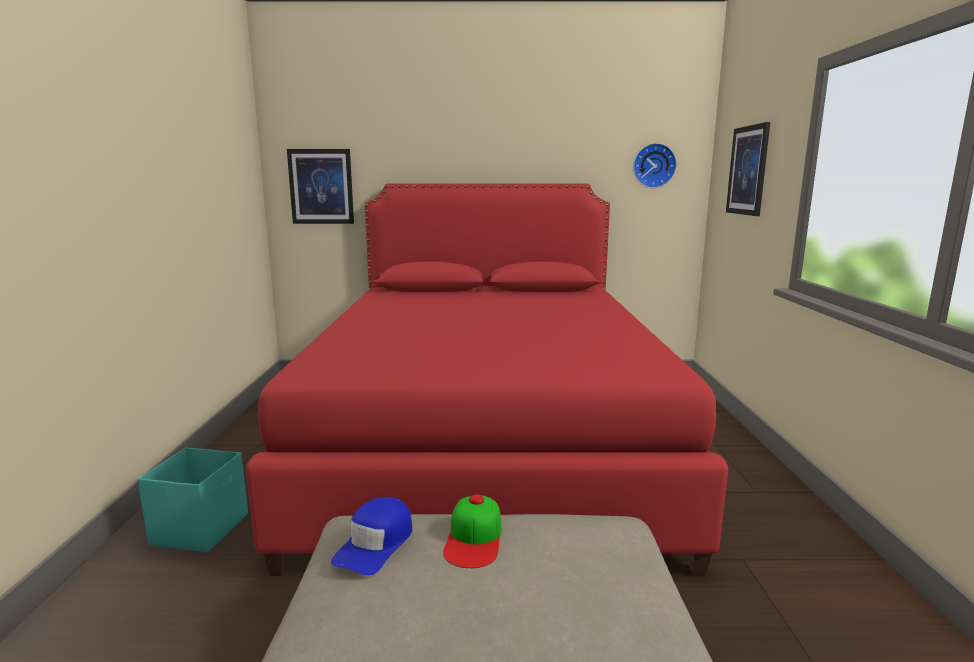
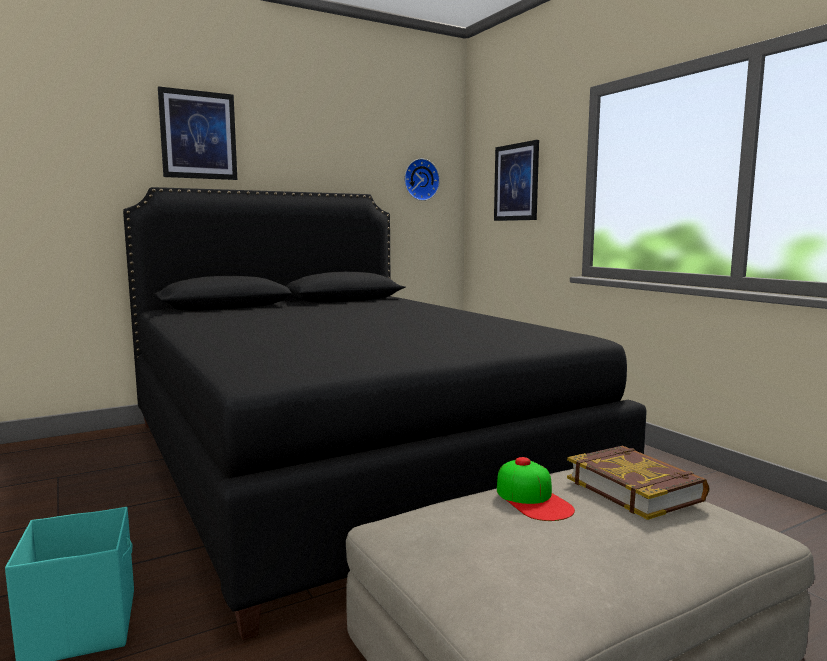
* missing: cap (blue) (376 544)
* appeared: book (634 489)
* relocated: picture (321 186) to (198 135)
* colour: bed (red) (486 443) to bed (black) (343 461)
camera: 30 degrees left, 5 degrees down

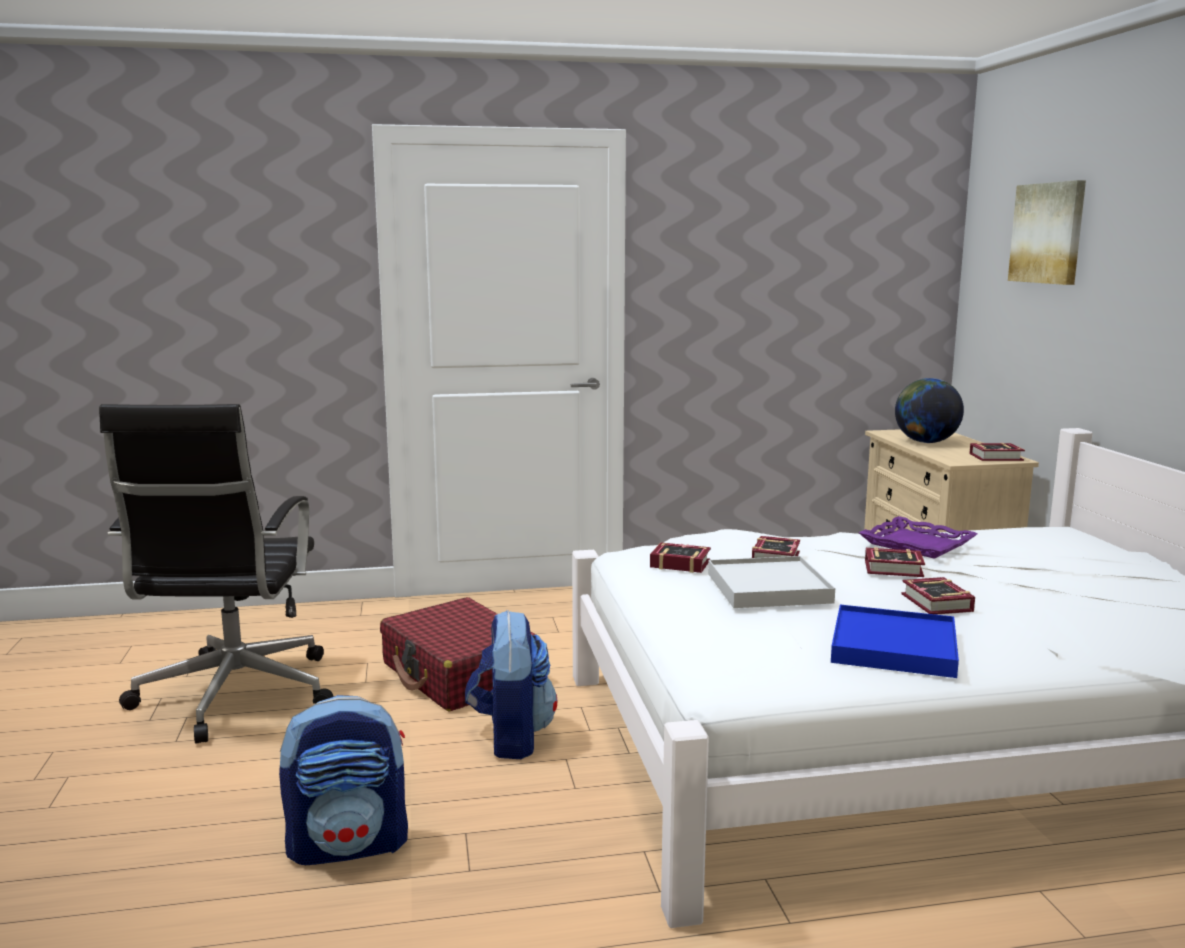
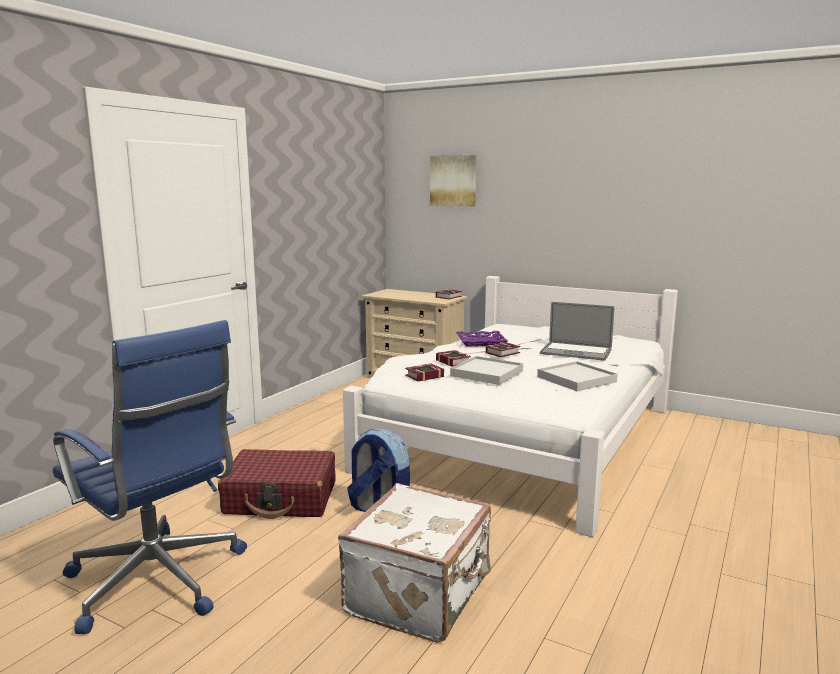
* missing: globe (925 442)
* missing: book (936 604)
* appeared: laptop (576 352)
* exchanged: backpack (349 845) to suitcase (white) (421 595)
* colour: office chair (black) (233 697) to office chair (blue) (158 581)
* colour: tray (blue) (894 647) to tray (white) (576 379)
camera: 50 degrees left, 0 degrees up

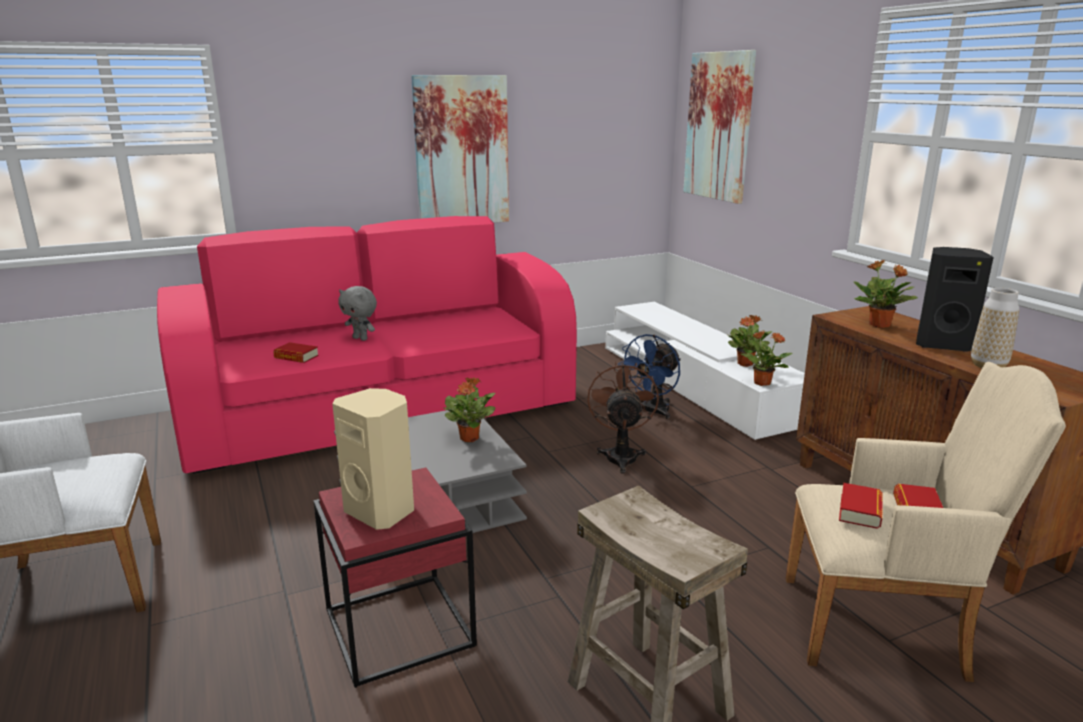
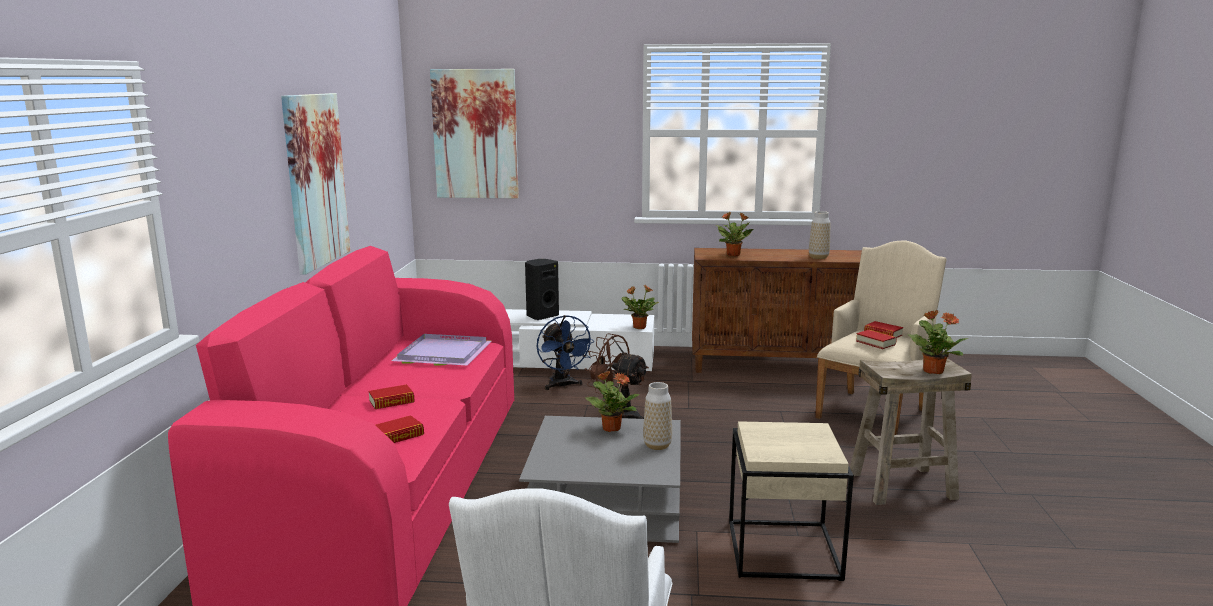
* missing: speaker (beige) (382 511)
* appeared: tray (purple) (445 353)
* appeared: vase (657 445)
* relocated: potted plant (745 364) to (932 371)
* relocated: speaker (black) (942 344) to (541 316)
* exchanged: plush toy (grey) (361 338) to book (391 401)
* colour: side table (red) (401 628) to side table (beige) (784 550)
camera: 60 degrees left, 5 degrees down

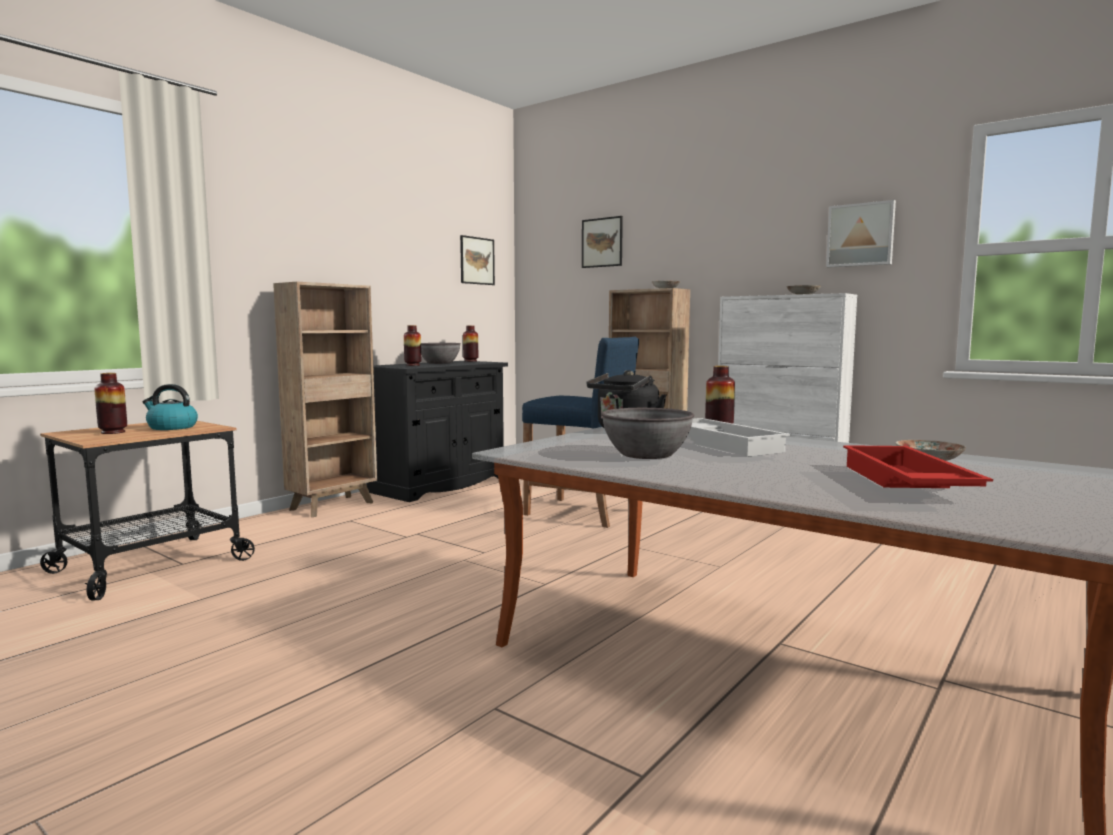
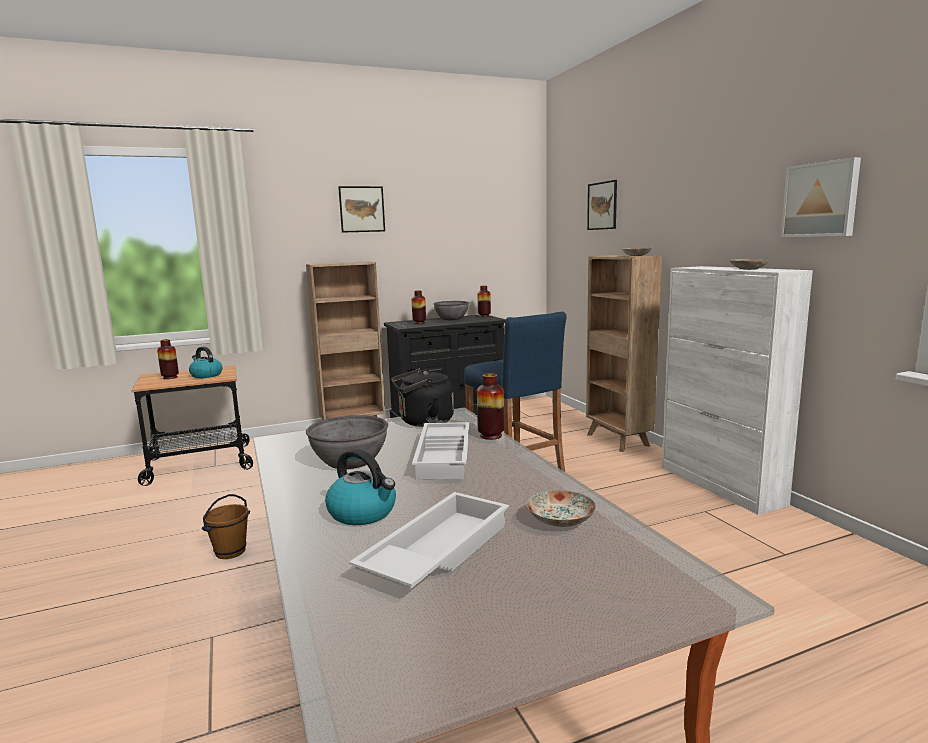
* appeared: bucket (brown) (230 552)
* appeared: kettle (363 513)
* relocated: picture (477 261) to (362 209)
* colour: tray (red) (903 482) to tray (white) (436 551)
camera: 30 degrees right, 5 degrees up

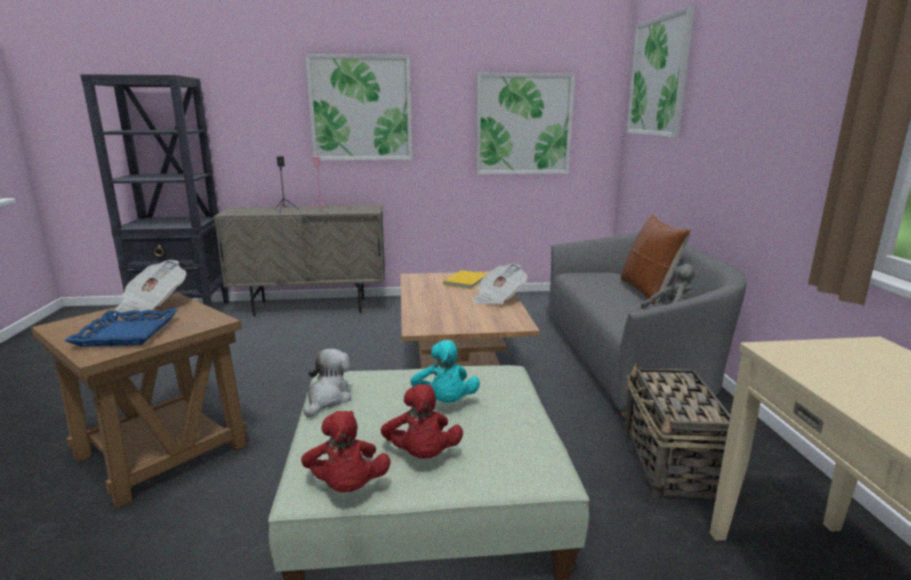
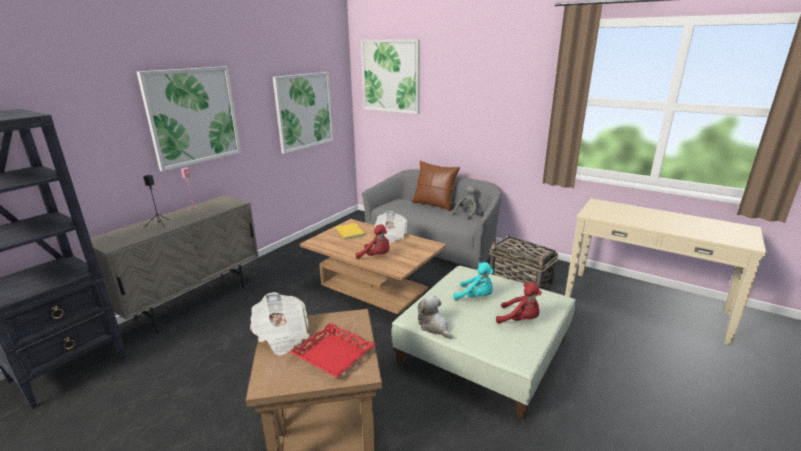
* relocated: plush toy (red) (347 487) to (376 256)
* colour: tray (blue) (126 333) to tray (red) (333 355)
camera: 50 degrees left, 5 degrees up

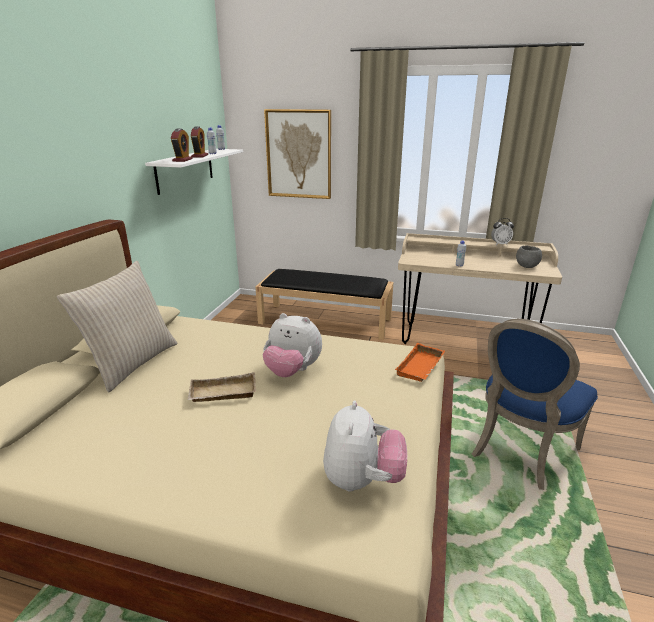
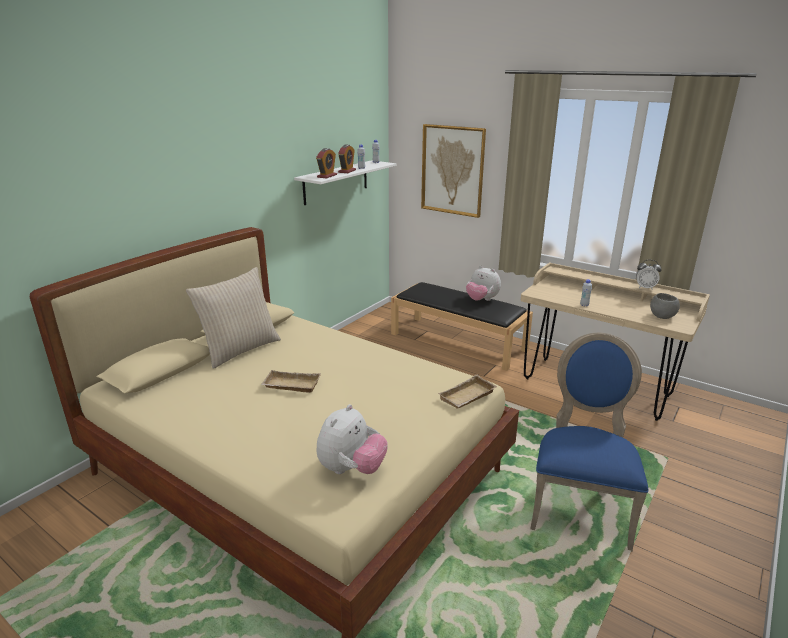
* relocated: plush toy (292 371) to (482 300)
* colour: tray (orange) (421 367) to tray (beige) (468 397)
* spun: chair (blue) (519 452) = (579 505) 135 degrees clockwise
camera: 20 degrees right, 0 degrees up

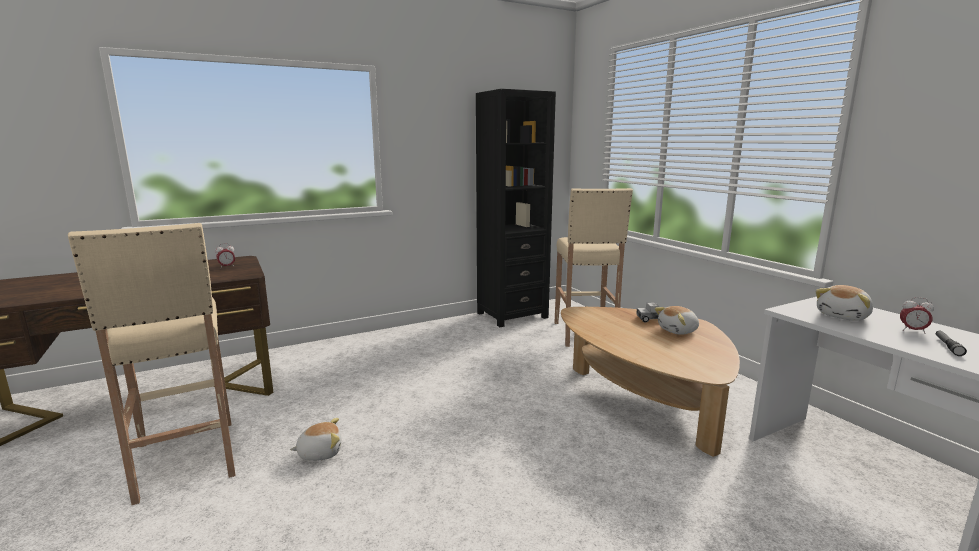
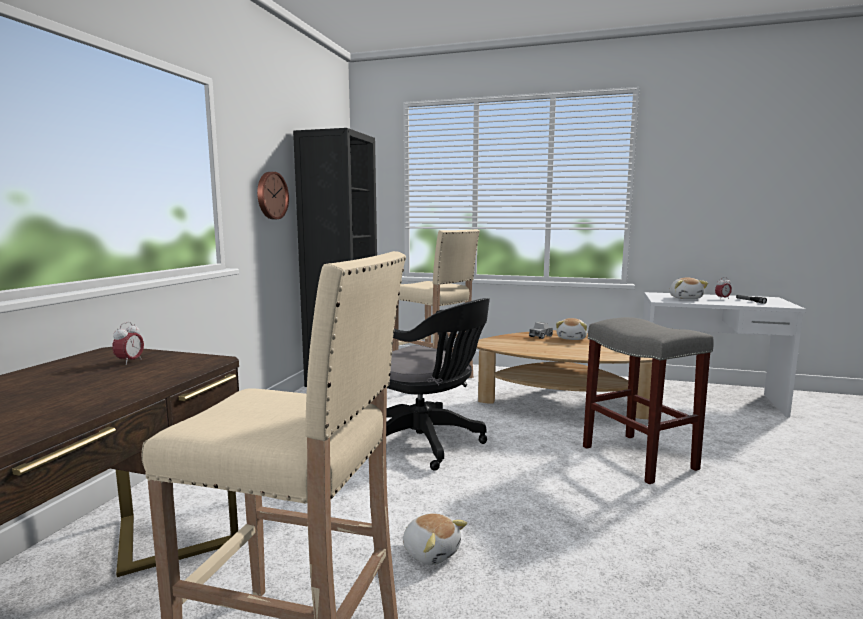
* appeared: wall clock (271 195)
* appeared: office chair (black) (426 443)
* appeared: stool (grey) (637 457)
* spun: plush toy (320 452) = (431 551) 105 degrees clockwise
camera: 45 degrees left, 5 degrees down

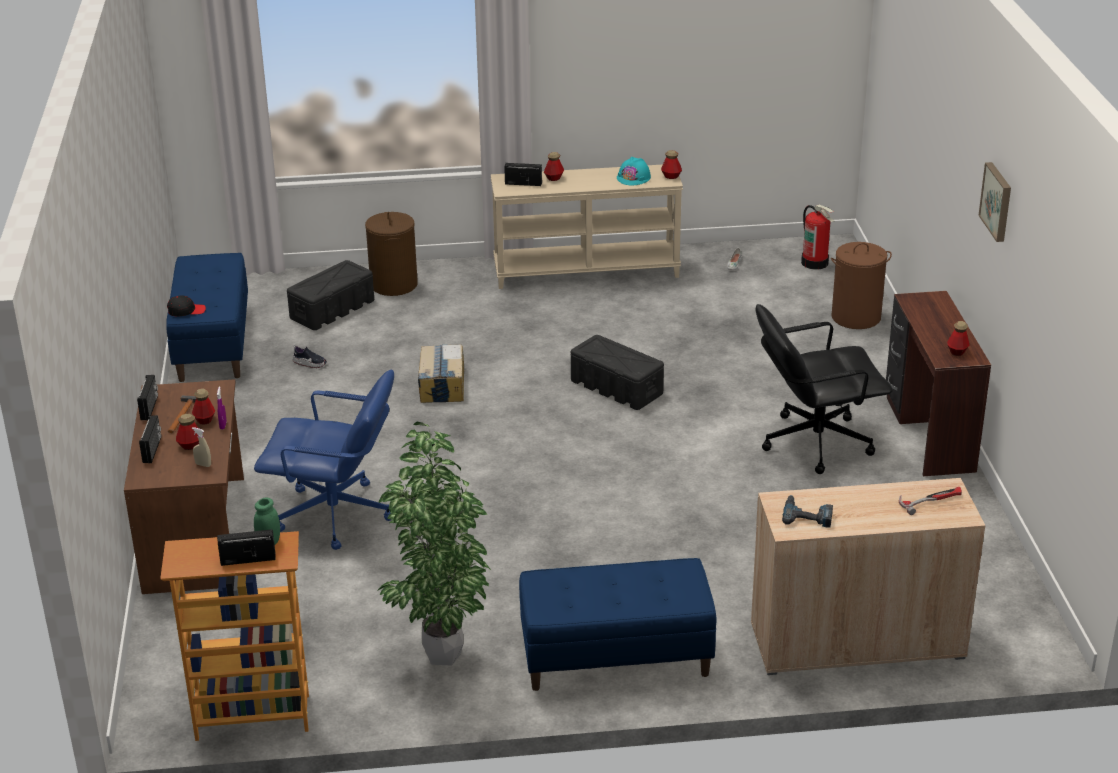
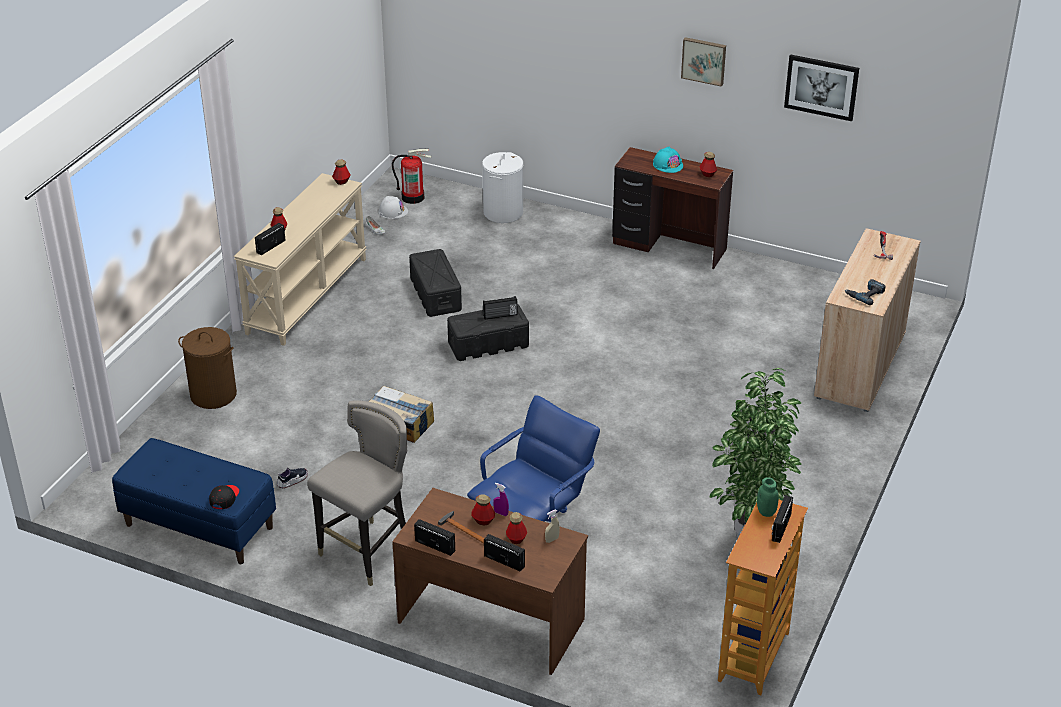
* missing: bench (blue) (615 659)
* missing: office chair (black) (815 442)
* appeared: stool (grey) (368 551)
* appeared: hard hat (white) (393 211)
* appeared: radio (500 315)
* appeared: picture (821 87)
* relocated: storage box (black) (332 309) to (435 294)
* relocated: hard hat (turquoise) (634 177) to (668 164)
* colour: laundry basket (brown) (856 317) to laundry basket (white) (503 212)
camera: 60 degrees left, 5 degrees up

